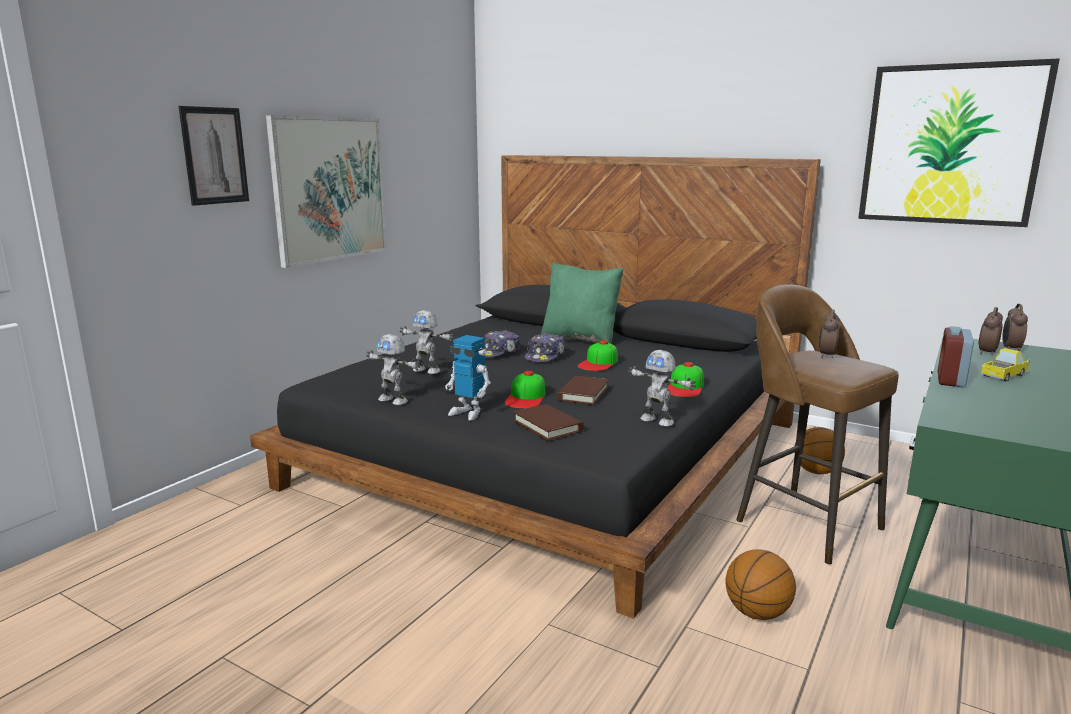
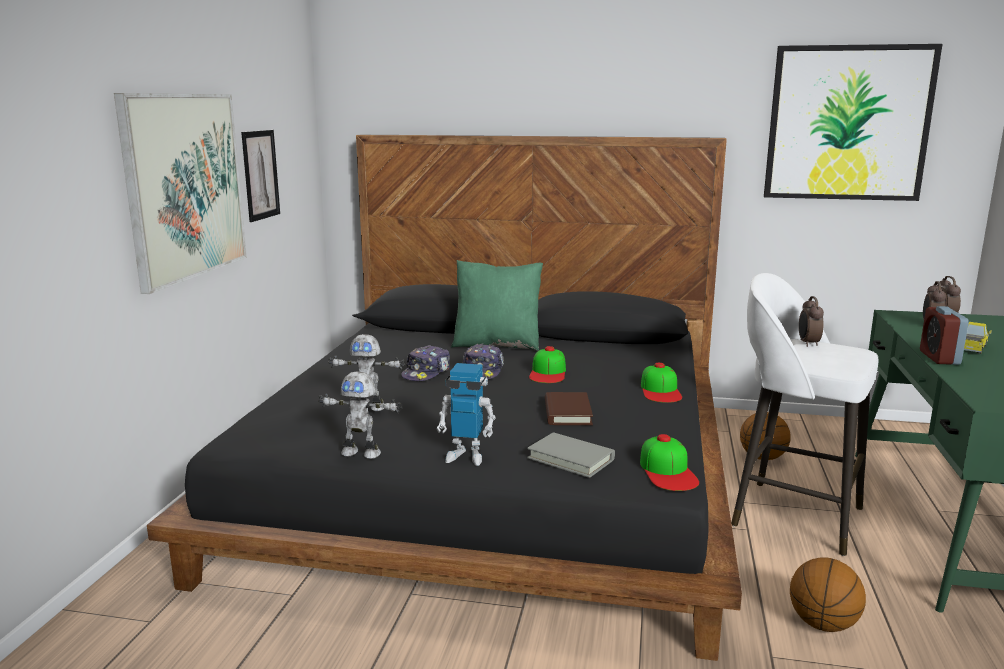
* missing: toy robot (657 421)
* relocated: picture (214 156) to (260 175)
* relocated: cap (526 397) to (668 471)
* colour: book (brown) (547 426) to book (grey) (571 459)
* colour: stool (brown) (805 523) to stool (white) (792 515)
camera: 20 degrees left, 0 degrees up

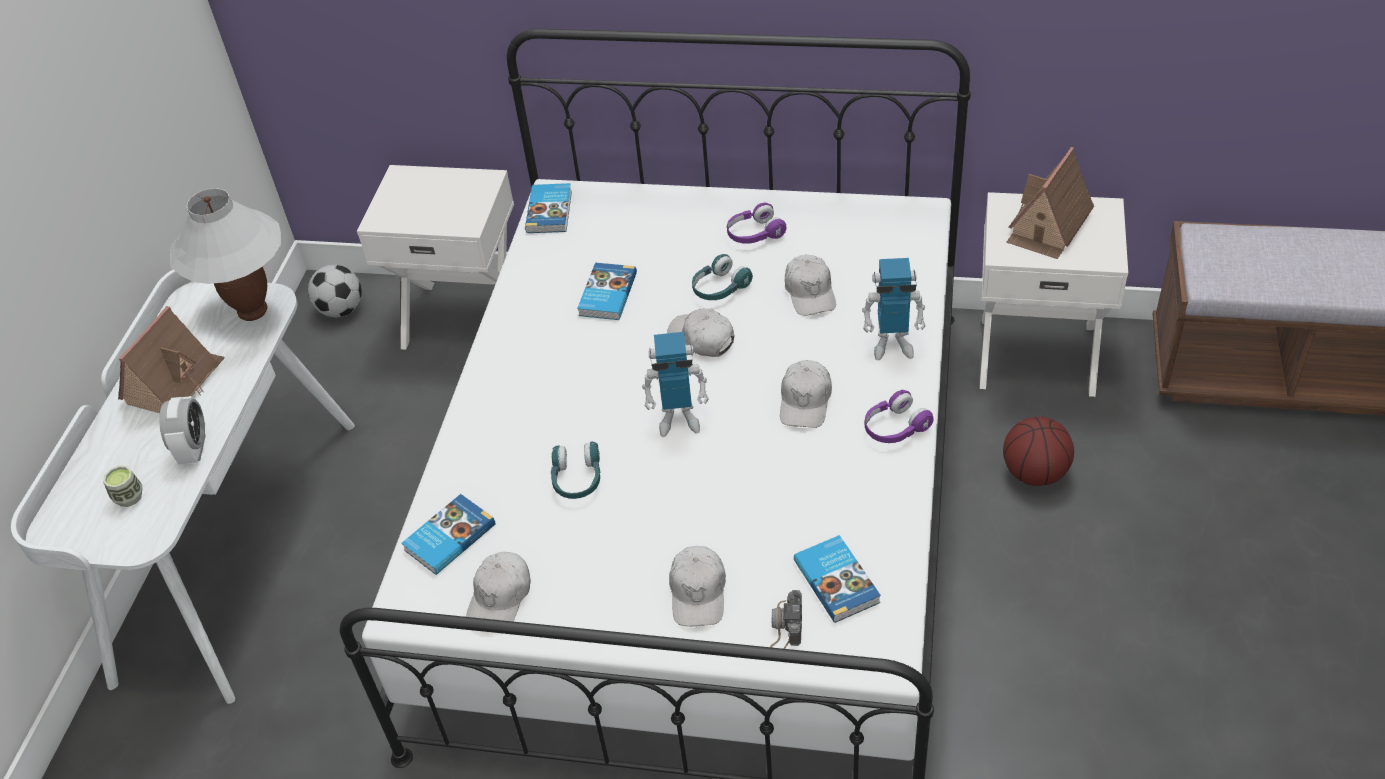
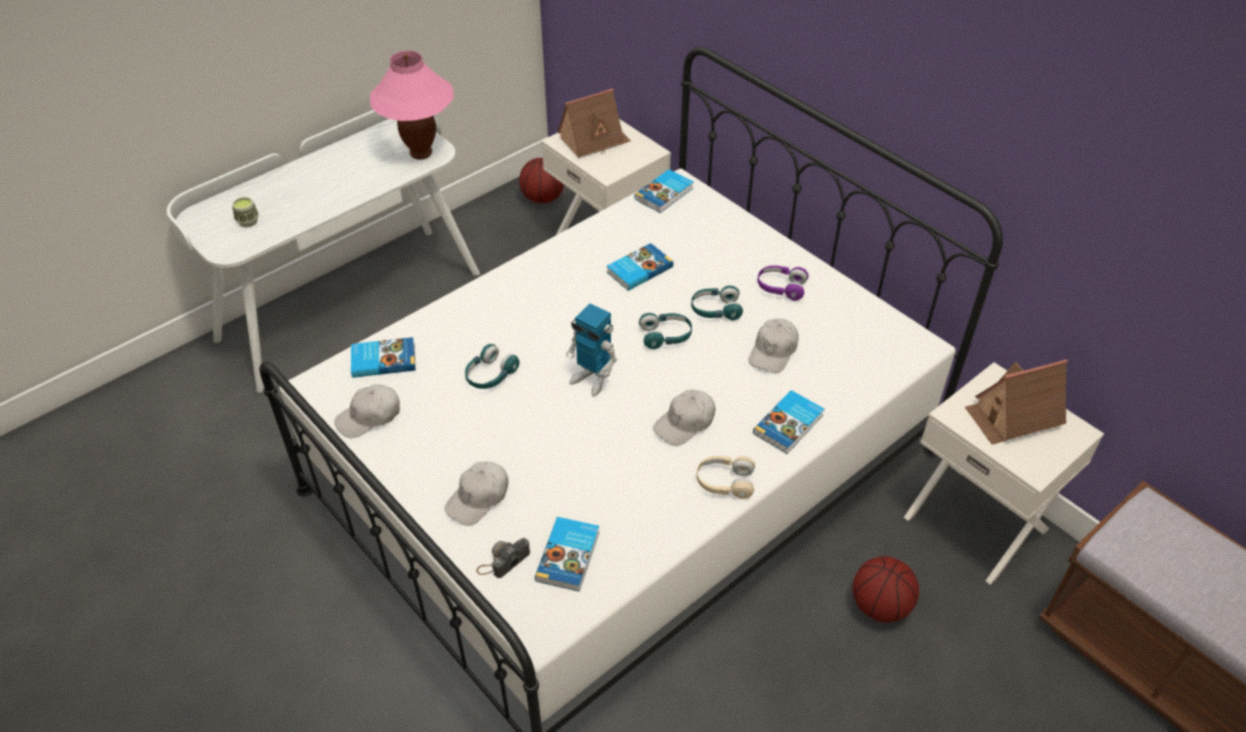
* missing: alarm clock (194 448)
* relocated: toy house (175 382) to (594 140)
* exchanged: football (342 310) to basketball (543 198)
* exchanged: cap (white) (702 338) to headphones (turquoise) (666 336)
* exchanged: toy robot (892 344) to book (789 424)
* colour: table lamp (white) (253 311) to table lamp (pink) (421 153)
* colour: headphones (purple) (895 428) to headphones (beige) (724 482)
camera: 35 degrees right, 0 degrees up

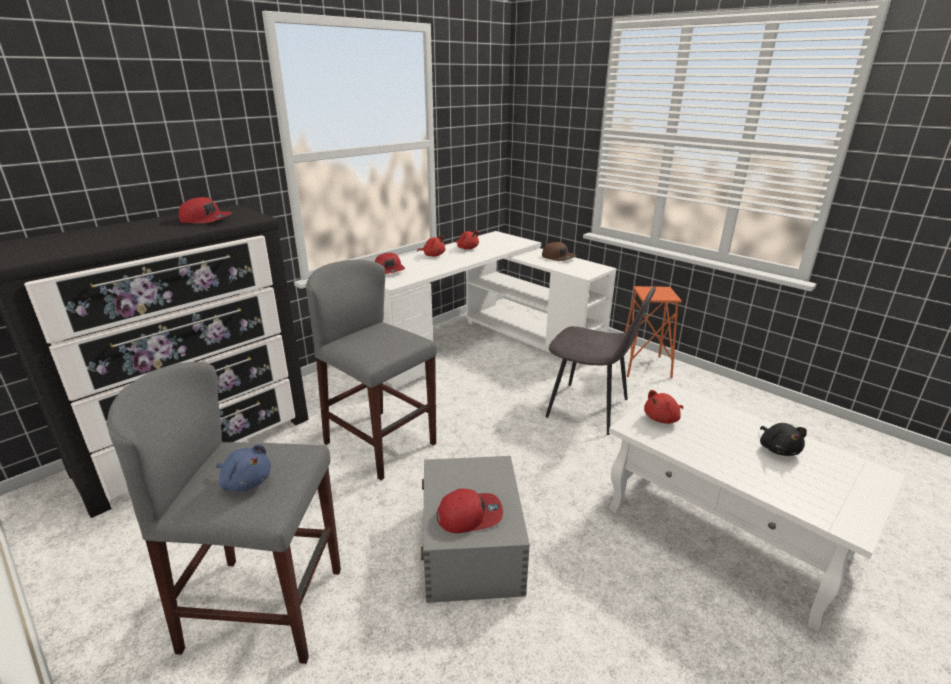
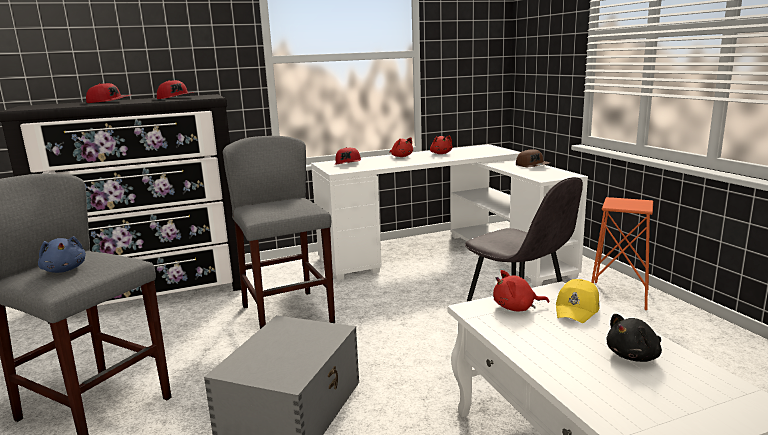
* appeared: cap (yellow) (578 309)
* relocated: cap (red) (469 515) to (110 101)
* spun: plush toy (black) (778 449) = (634 356) 45 degrees clockwise
camera: 25 degrees right, 10 degrees down

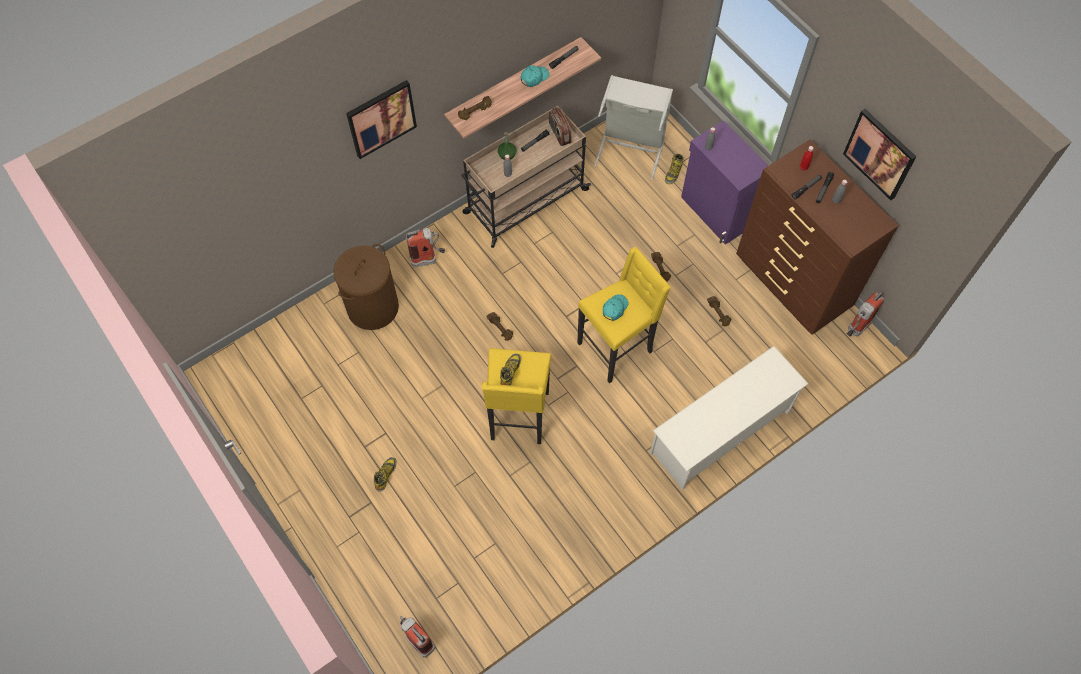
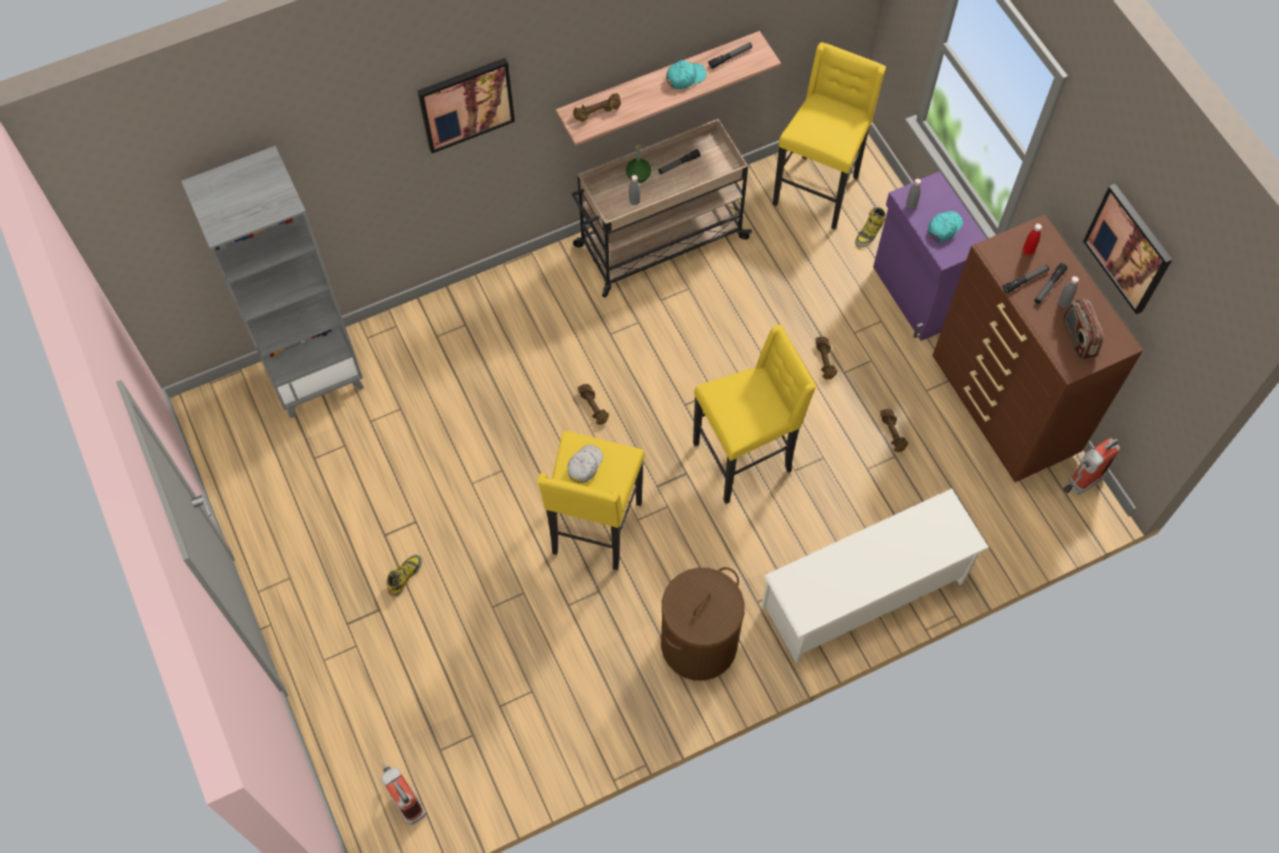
* missing: fire extinguisher (428 260)
* appeared: bookcase (grey) (316 376)
* relocated: laundry basket (brown) (372 307) to (698 643)
* relocated: radio (559 133) to (1078 338)
* relocated: cap (turquoise) (614 308) to (944 228)
* exchanged: boot (510 371) to cap (white) (584 465)
* exchanged: laundry basket (grey) (631 147) to stool (yellow) (817 190)
camera: 10 degrees right, 0 degrees up

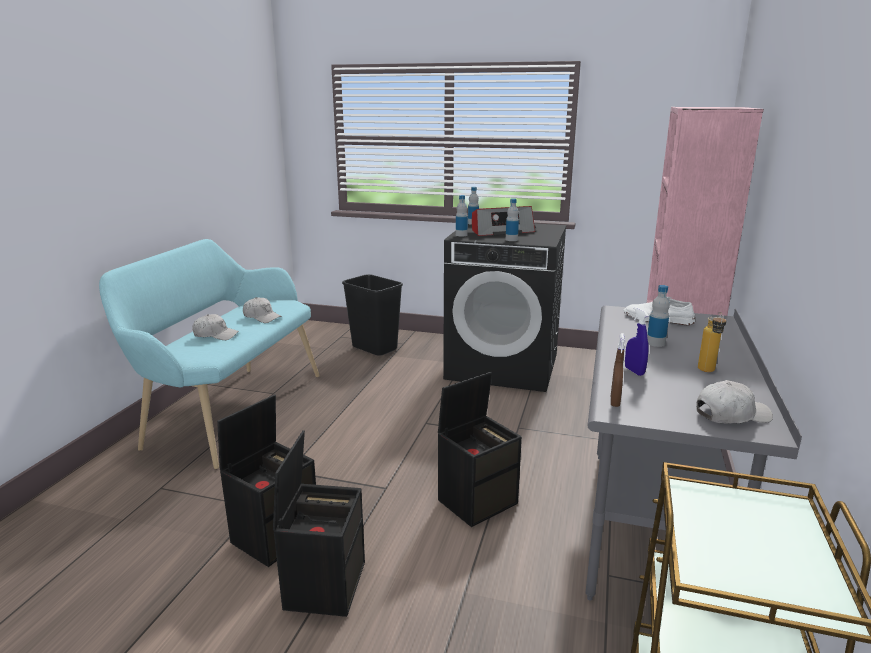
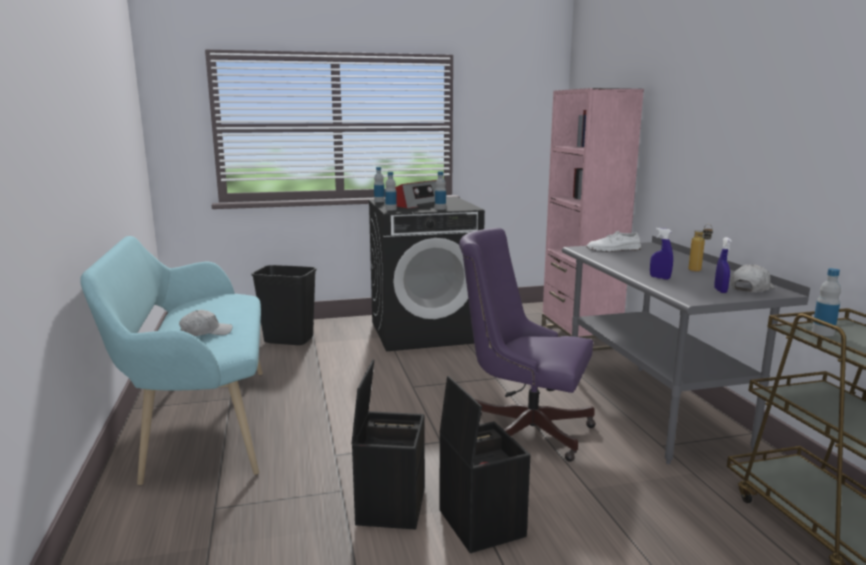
* missing: cap (white) (262 317)
* missing: spray bottle (brown) (615 402)
* appeared: spray bottle (blue) (720 291)
* relocated: bottle (655 343) to (823 332)
* exchanged: storage box (black) (478 500) to office chair (purple) (523 428)
camera: 30 degrees left, 5 degrees down

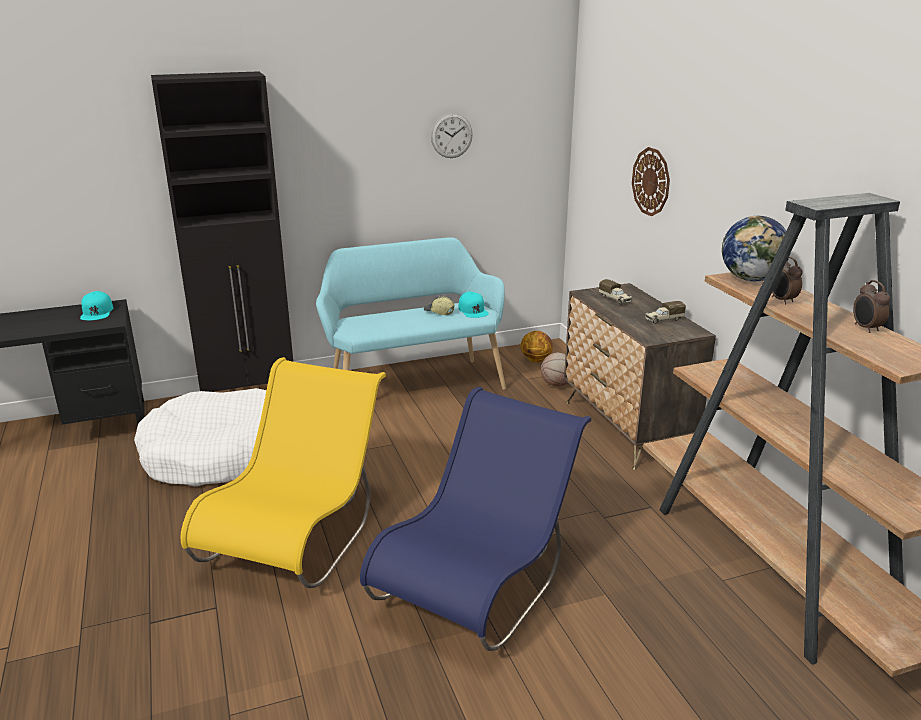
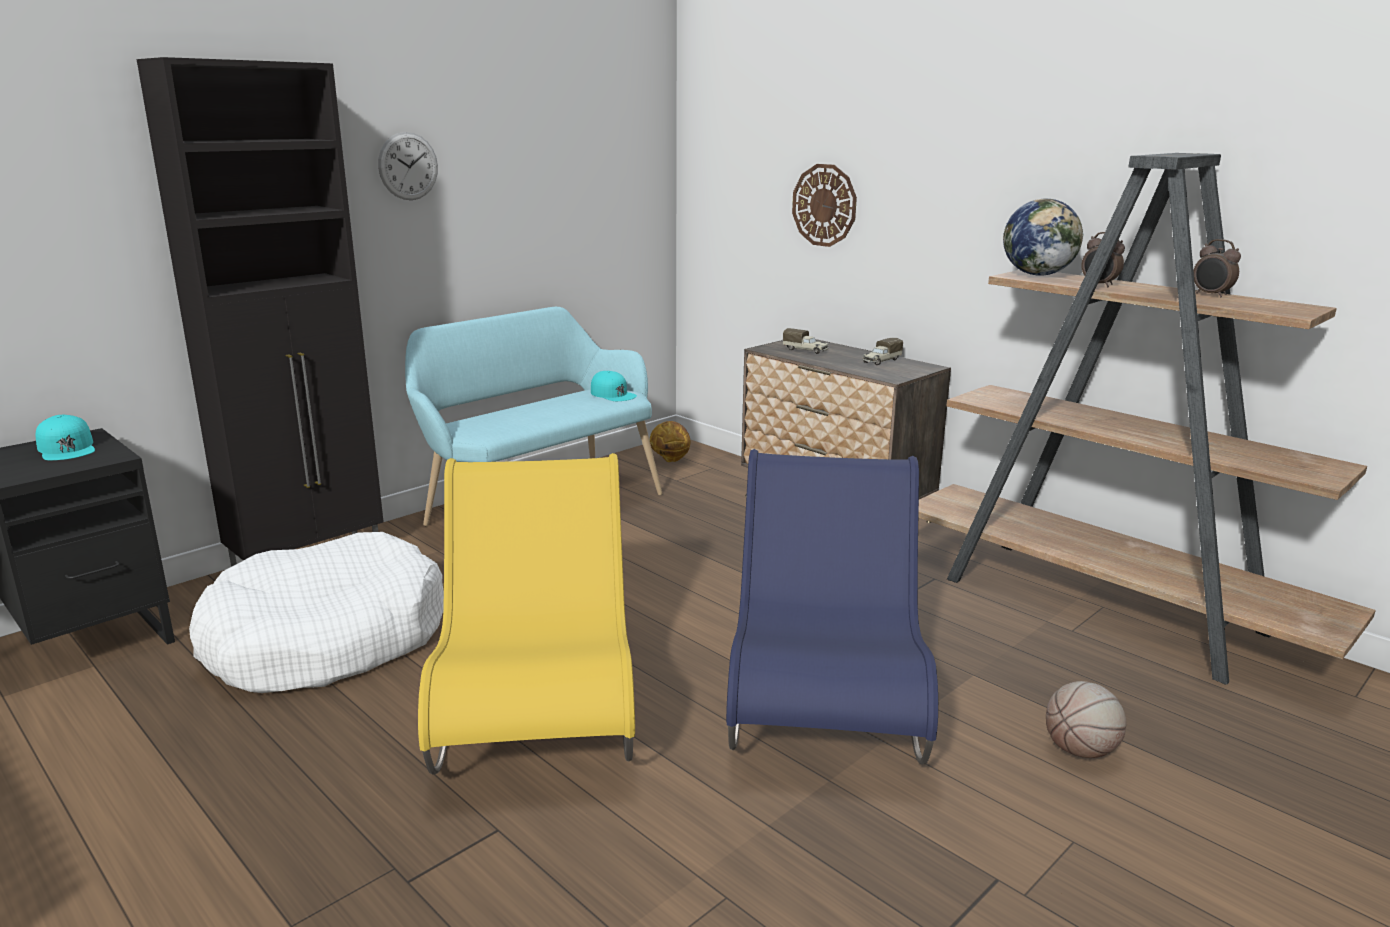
* missing: cap (439 311)
* relocated: wall clock (451 135) to (408 166)
* relocated: basketball (557 384) to (1080 751)
camera: 25 degrees left, 5 degrees down

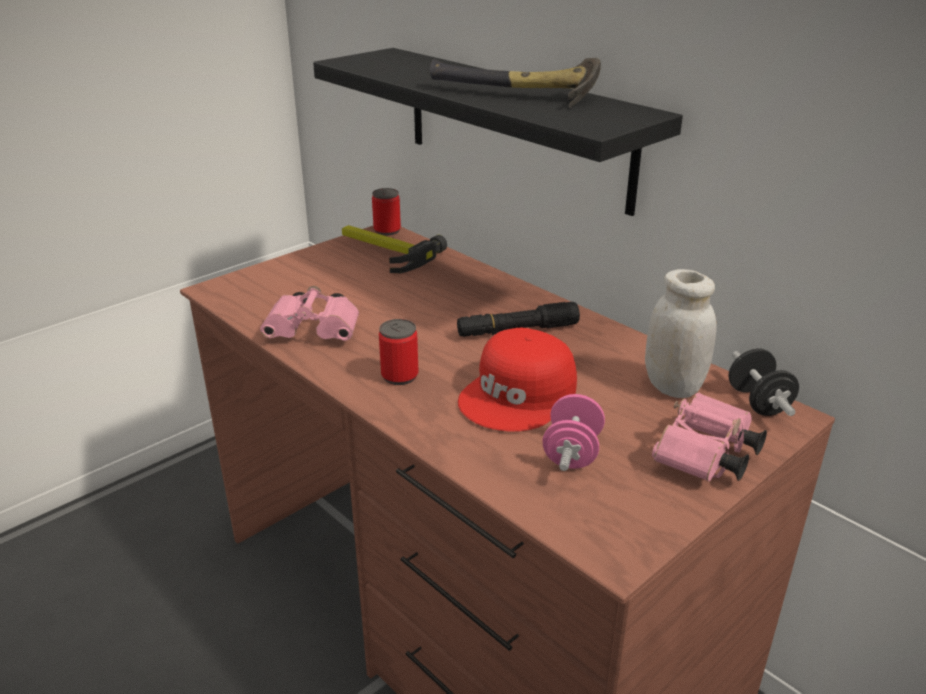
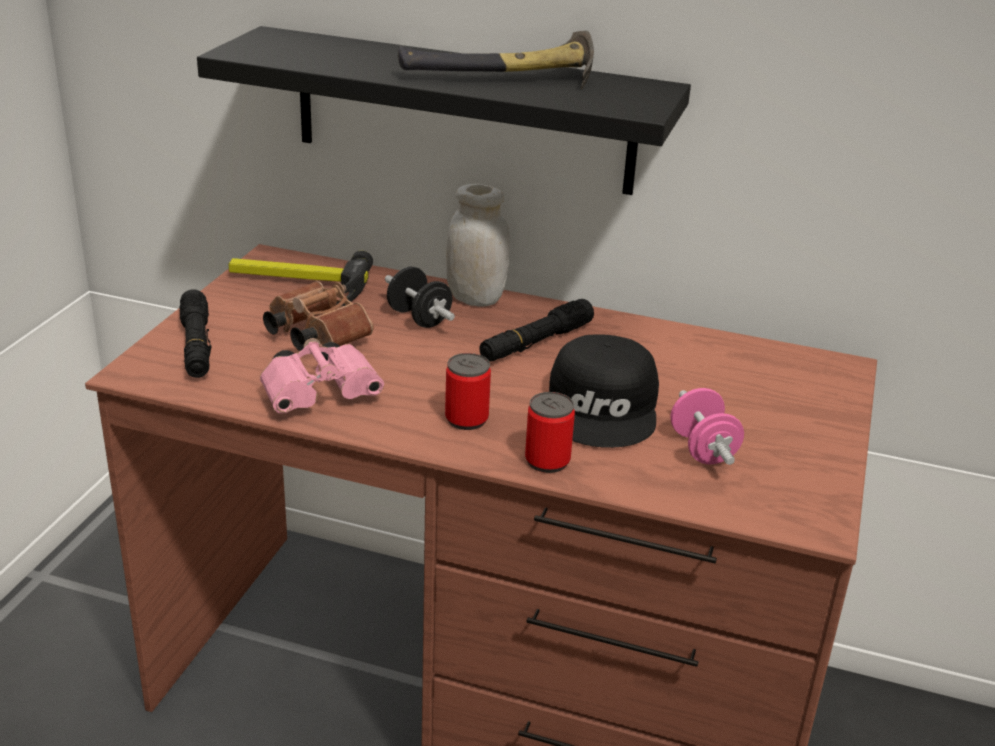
* missing: binoculars (pink) (705 458)
* appeared: flashlight (black) (196 345)
* appeared: binoculars (brown) (314 335)
* relocated: can (387 231) to (547 461)
* relocated: jar (white) (673 386) to (475 298)
* relocated: dumbbell (black) (758 402) to (419 318)
* colour: cap (red) (520 395) to cap (black) (604 408)
camera: 30 degrees left, 0 degrees up

